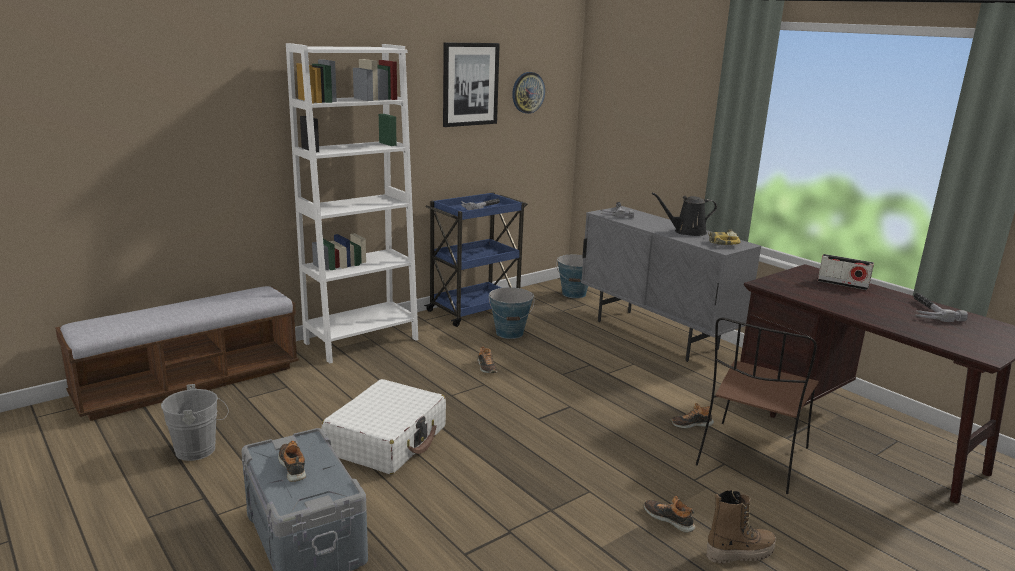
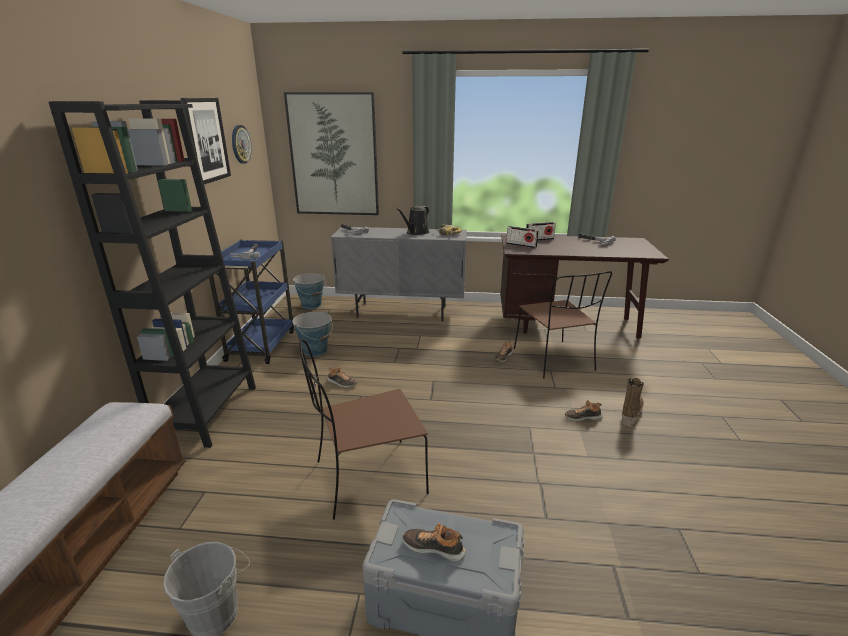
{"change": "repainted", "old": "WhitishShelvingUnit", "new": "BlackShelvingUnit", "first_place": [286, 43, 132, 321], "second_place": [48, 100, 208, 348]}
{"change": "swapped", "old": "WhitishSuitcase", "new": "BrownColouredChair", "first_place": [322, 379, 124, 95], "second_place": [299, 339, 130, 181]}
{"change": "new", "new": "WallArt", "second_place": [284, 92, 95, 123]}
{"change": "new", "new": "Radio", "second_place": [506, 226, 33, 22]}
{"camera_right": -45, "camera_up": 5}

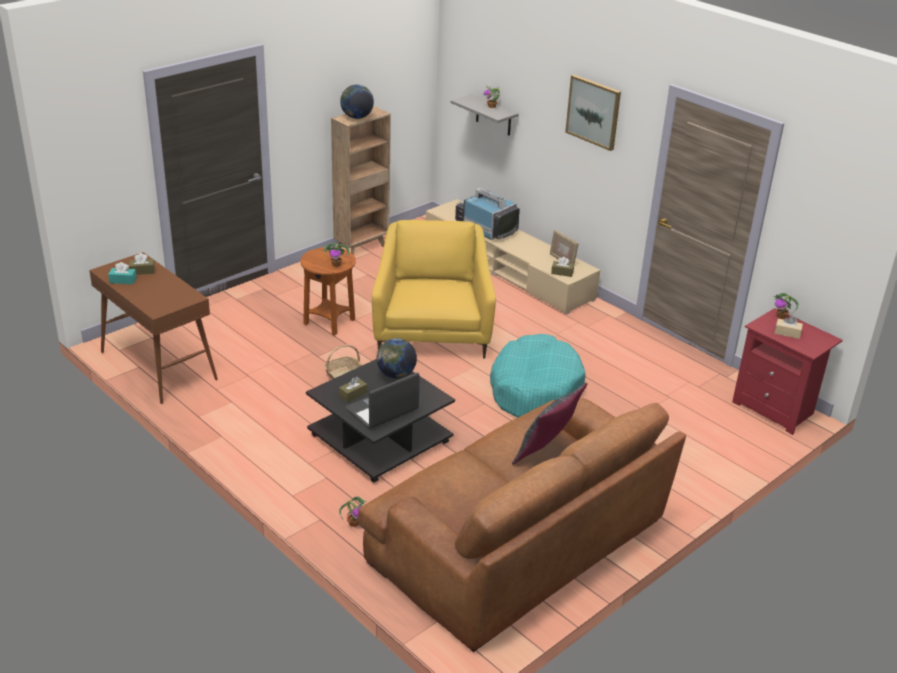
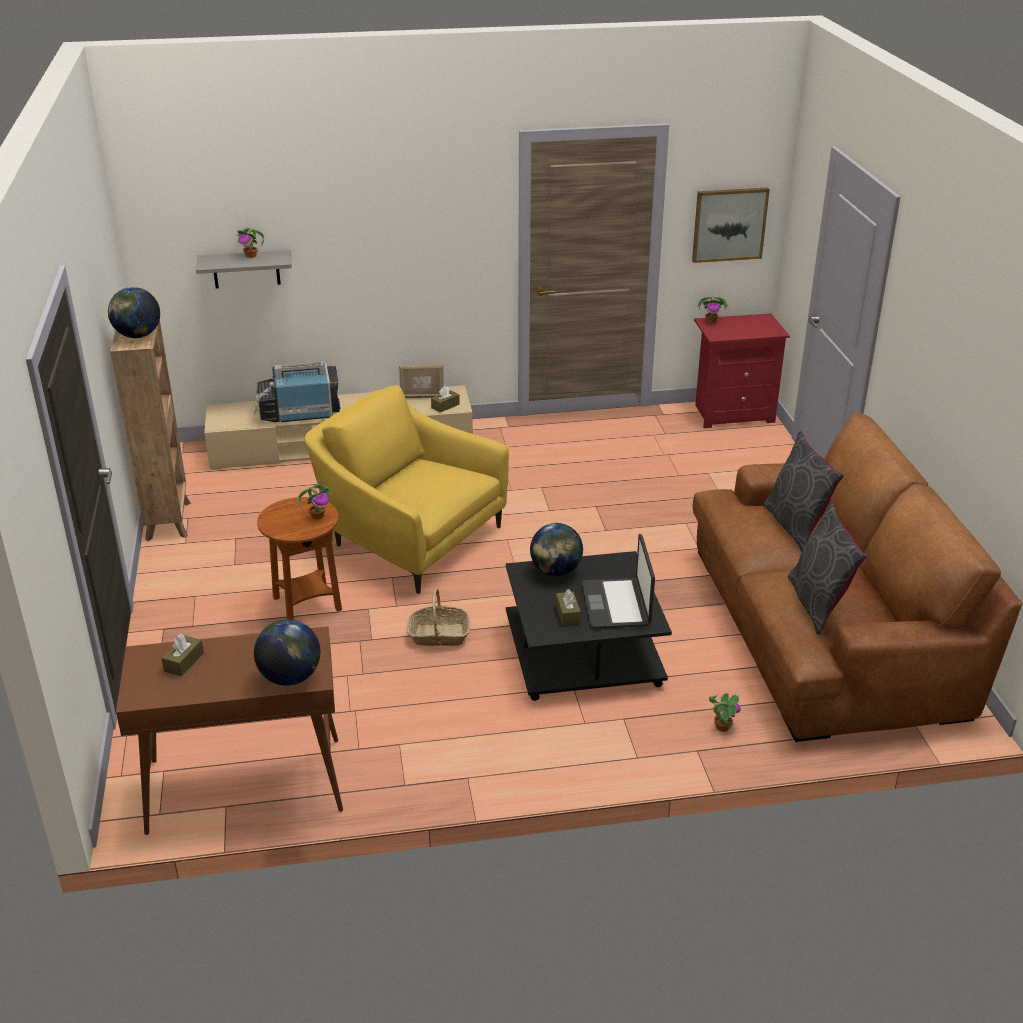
{"change": "shifted", "old": "WallArt", "first_place": [565, 75, 56, 76], "second_place": [692, 188, 78, 75]}
{"change": "gone", "old": "TurquoiseColouredTissueBox", "first_place": [108, 262, 29, 22]}
{"change": "gone", "old": "SandColouredTissueBox", "first_place": [775, 316, 28, 23]}
{"change": "gone", "old": "TurquoiseColouredPetBed", "first_place": [490, 334, 96, 83]}
{"change": "new", "new": "GreyishCushion", "second_place": [788, 501, 79, 134]}
{"change": "new", "new": "DeskGlobe", "second_place": [254, 619, 67, 67]}
{"camera_right": -55, "camera_up": 0}

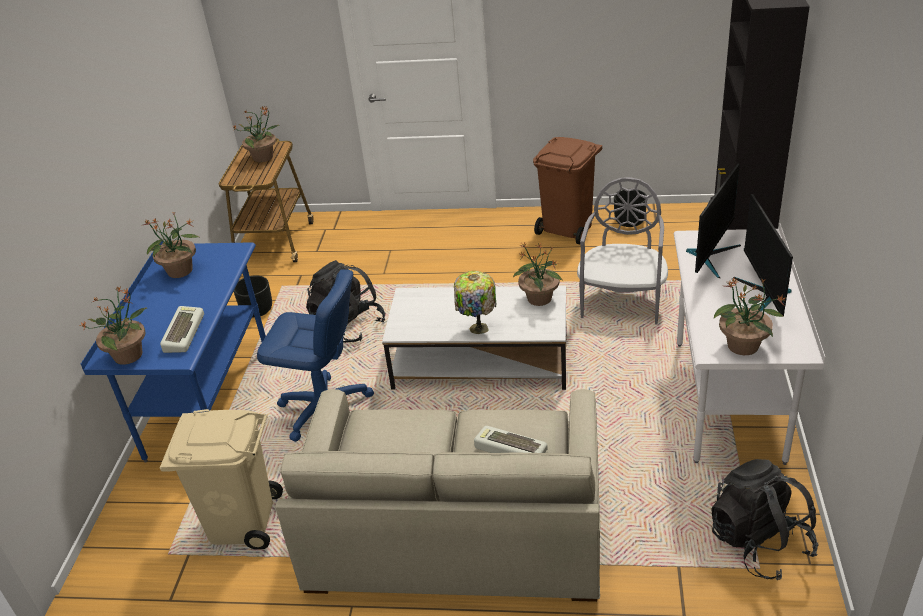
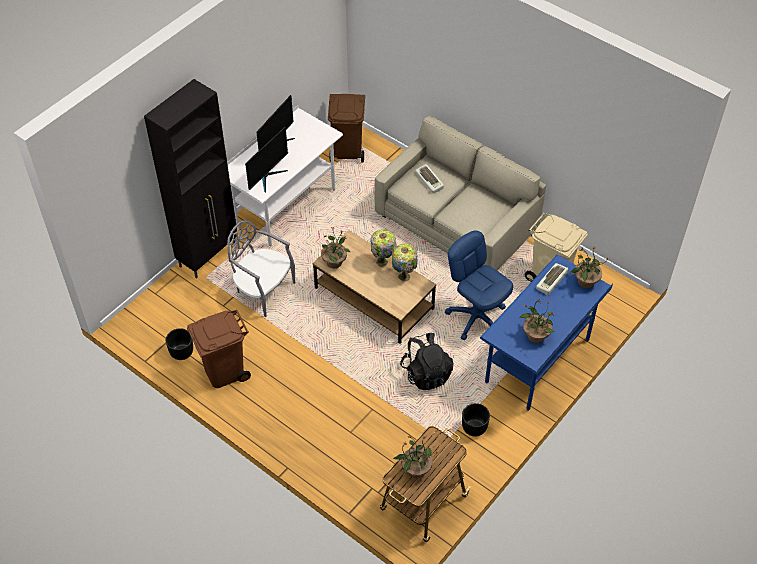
{"change": "rotated", "old": "Monitor", "first_place": [686, 164, 55, 114], "second_place": [245, 127, 43, 65], "degrees": 150}
{"change": "rotated", "old": "GreyishChair", "first_place": [577, 177, 91, 148], "second_place": [227, 220, 68, 97], "degrees": 75}
{"change": "gone", "old": "PlantInAPot", "first_place": [714, 278, 71, 77]}
{"change": "repainted", "old": "WhitishLowTable", "new": "BrownColouredLowTable", "first_place": [382, 286, 184, 104], "second_place": [313, 230, 123, 114]}
{"change": "swapped", "old": "BlackKnapsack", "new": "BrownColouredWasteBin", "first_place": [711, 459, 107, 121], "second_place": [328, 94, 37, 69]}
{"change": "new", "new": "TableLamp", "second_place": [392, 243, 25, 39]}
{"camera_right": -150, "camera_up": 15}

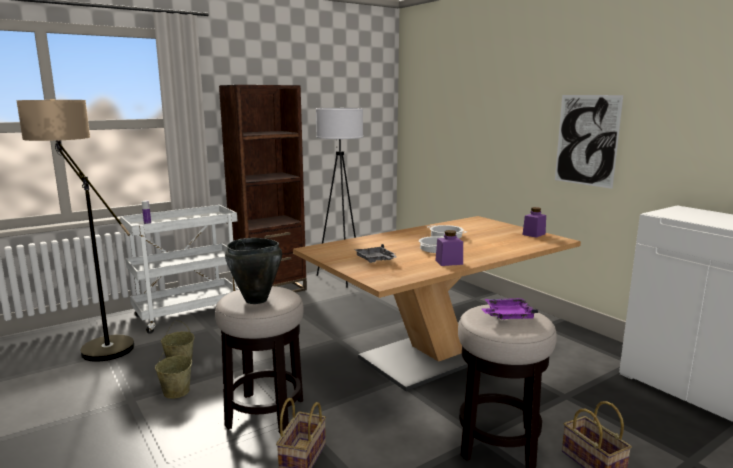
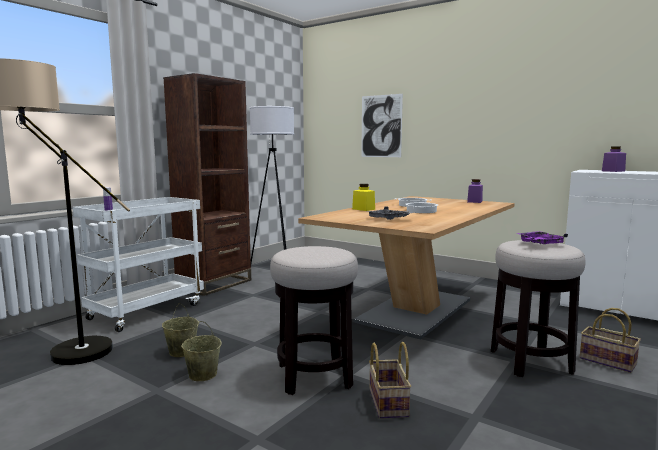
{"change": "shifted", "old": "WallArt", "first_place": [555, 95, 68, 94], "second_place": [361, 94, 42, 63]}
{"change": "shifted", "old": "PurpleStorageJar", "first_place": [435, 230, 28, 36], "second_place": [602, 146, 24, 26]}
{"change": "gone", "old": "BlackCookingPot", "first_place": [225, 238, 57, 66]}
{"change": "new", "new": "YellowStorageJar", "second_place": [352, 184, 23, 27]}
{"camera_right": -20, "camera_up": -5}

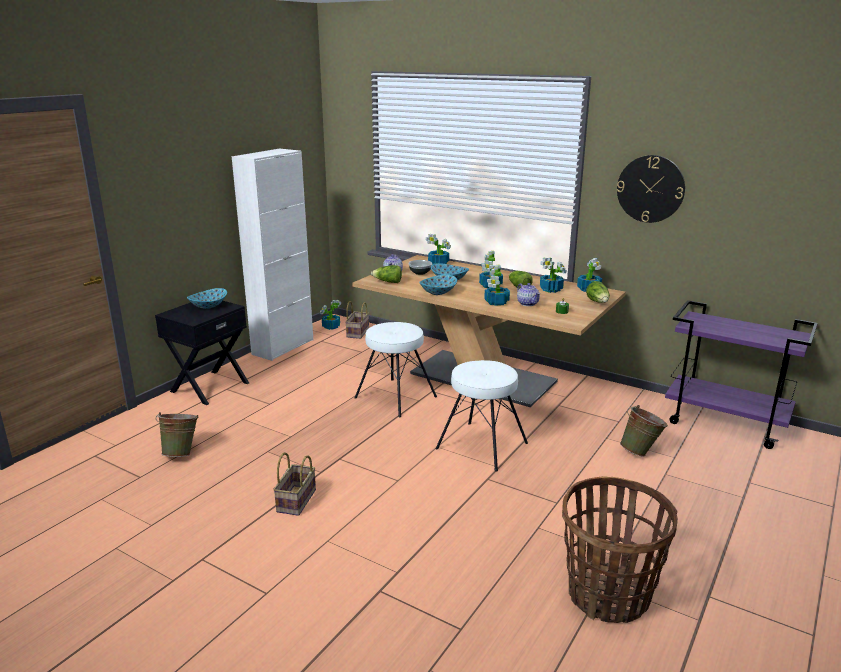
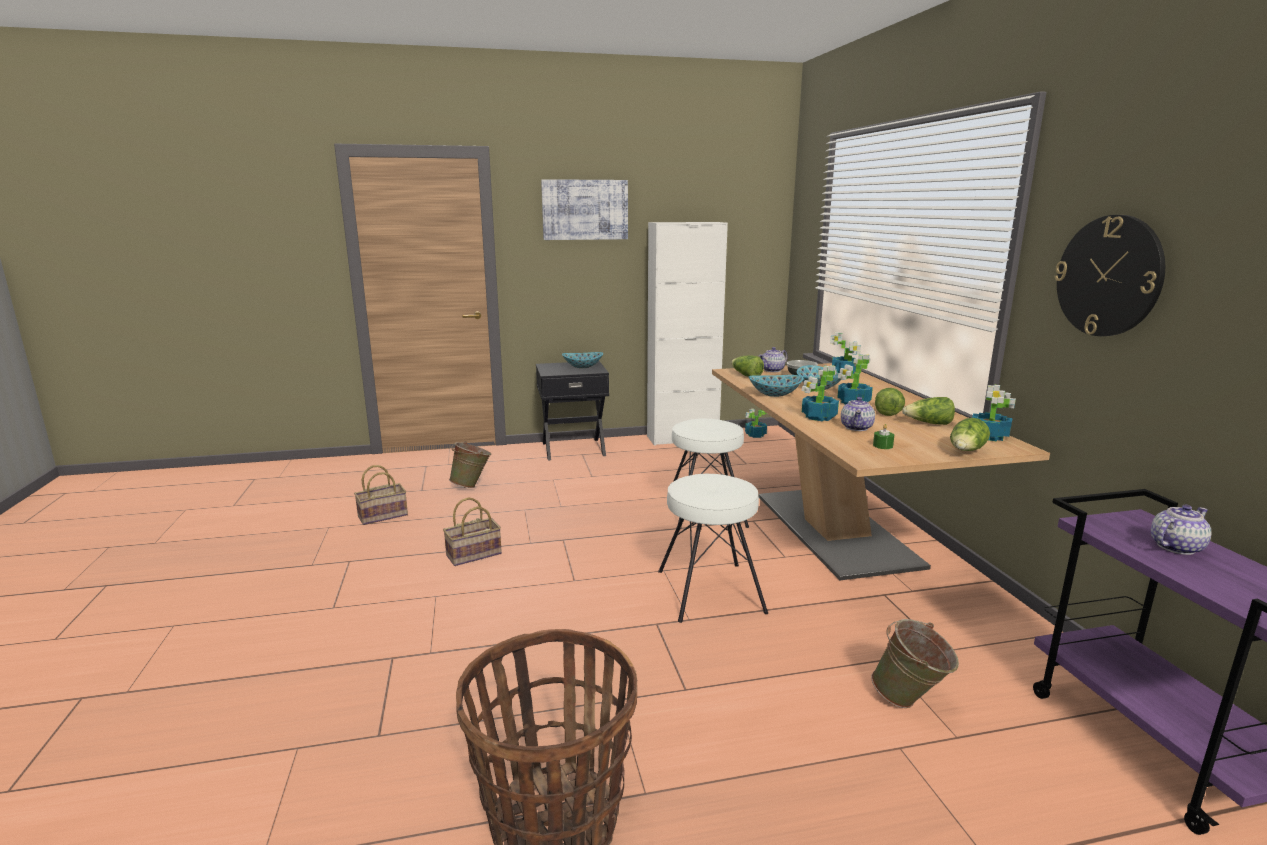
{"change": "swapped", "old": "PlantInAPot", "new": "Lettuce", "first_place": [540, 257, 26, 36], "second_place": [902, 397, 53, 28]}
{"change": "shifted", "old": "HouseholdBasket", "first_place": [345, 301, 24, 38], "second_place": [354, 465, 54, 60]}
{"change": "new", "new": "WallArt", "second_place": [541, 179, 87, 61]}
{"change": "new", "new": "TeaPot", "second_place": [1151, 505, 60, 50]}
{"camera_right": 45, "camera_up": -5}

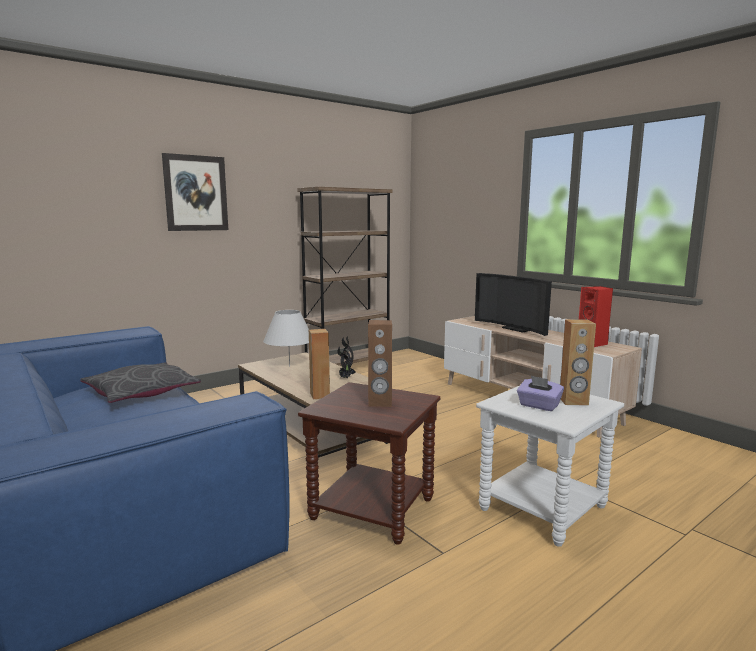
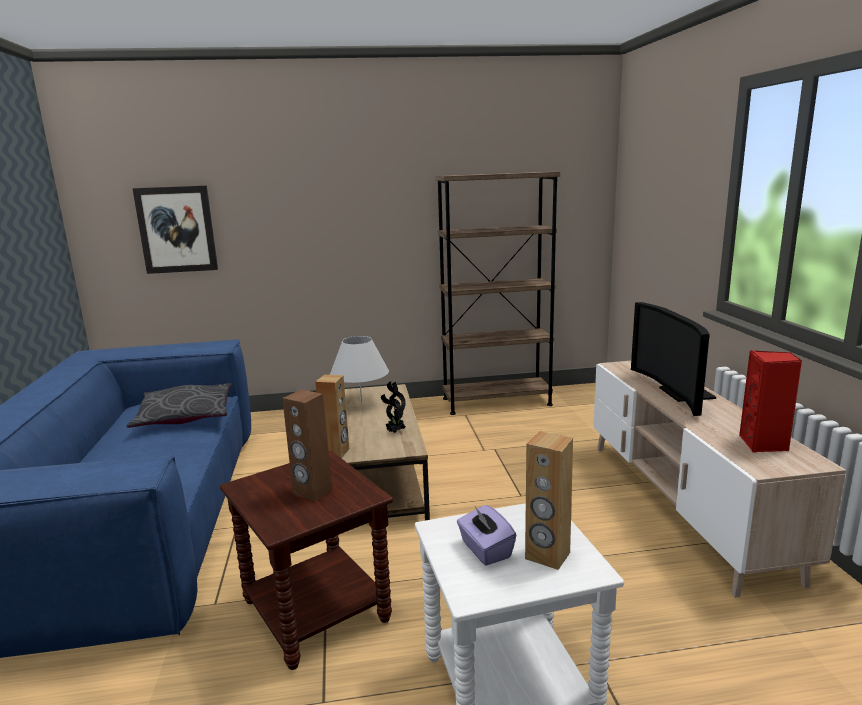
{"change": "shifted", "old": "WallArt", "first_place": [162, 153, 66, 78], "second_place": [132, 186, 86, 88]}
{"camera_right": 30, "camera_up": 5}

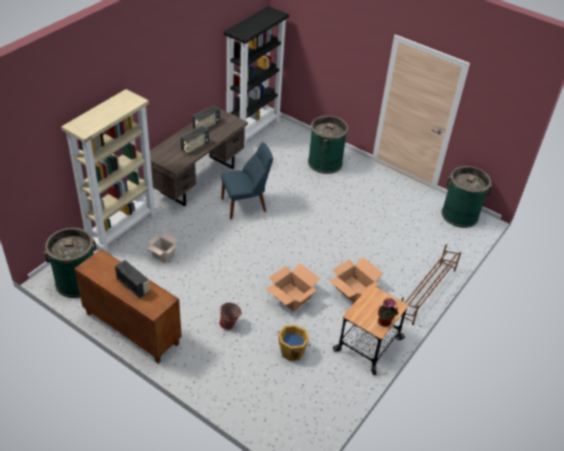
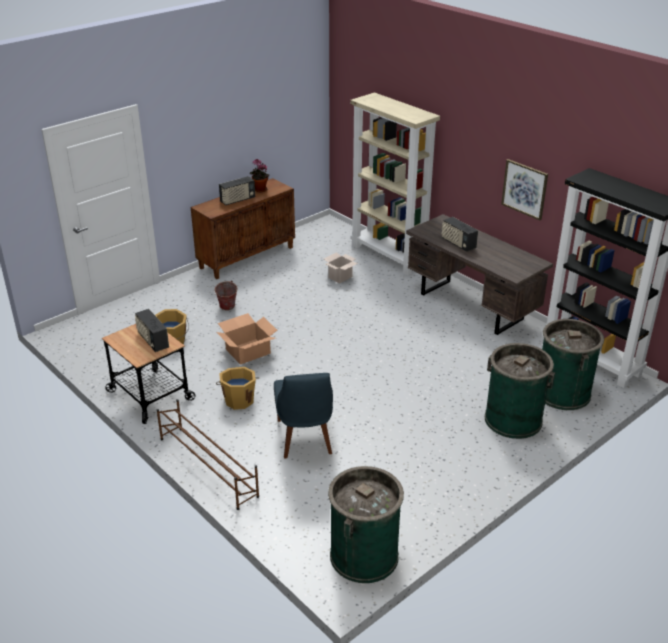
{"change": "shifted", "old": "Radio", "first_place": [192, 105, 28, 24], "second_place": [135, 309, 34, 43]}
{"change": "shifted", "old": "BlueChair", "first_place": [221, 143, 52, 76], "second_place": [274, 373, 59, 85]}
{"change": "shifted", "old": "GreenWasteBin", "first_place": [44, 228, 53, 70], "second_place": [542, 319, 62, 91]}
{"change": "swapped", "old": "PackingBox", "new": "OrangeyWaterBucket", "first_place": [329, 257, 54, 46], "second_place": [216, 367, 43, 43]}
{"change": "shifted", "old": "PlantInAPot", "first_place": [378, 298, 21, 29], "second_place": [250, 159, 19, 33]}
{"change": "new", "new": "WallArt", "second_place": [501, 159, 47, 61]}
{"camera_right": 105, "camera_up": -10}

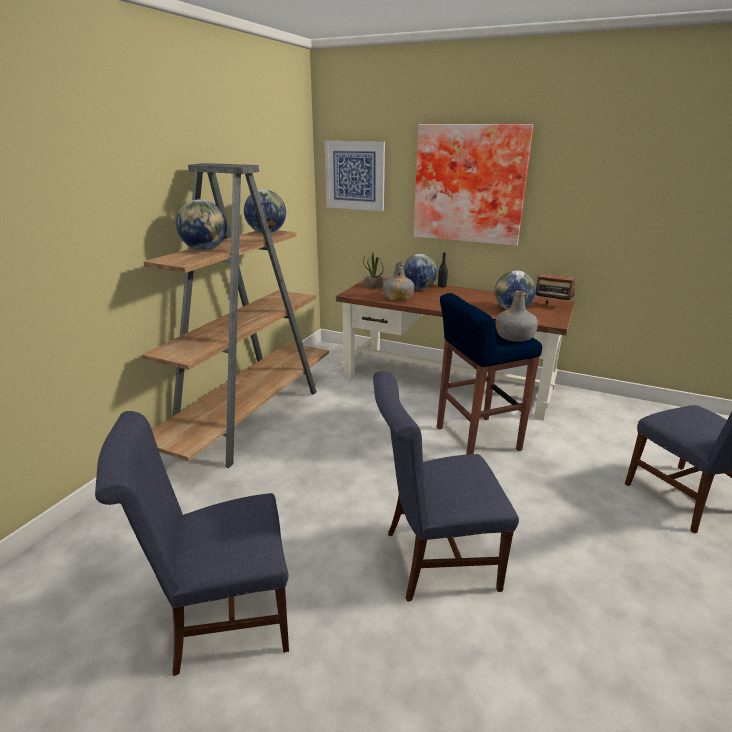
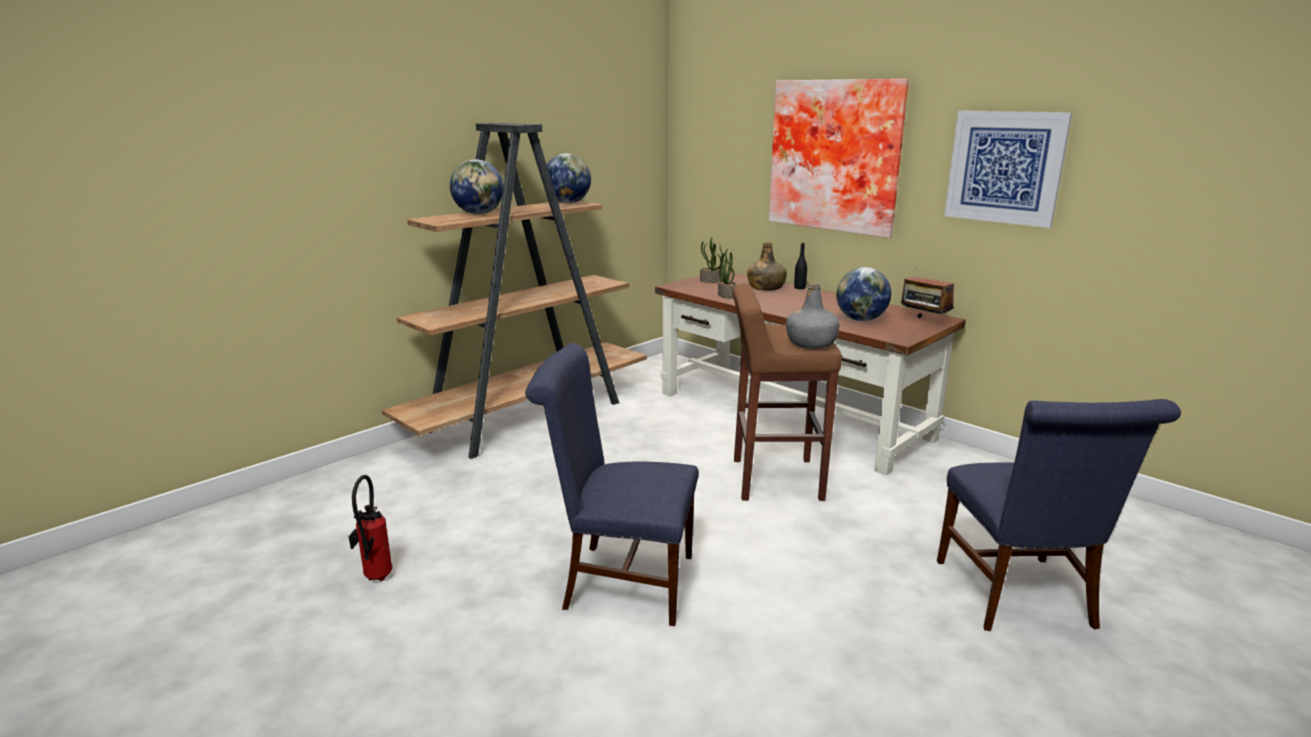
{"change": "shifted", "old": "WallArt", "first_place": [325, 141, 60, 70], "second_place": [944, 111, 128, 117]}
{"change": "swapped", "old": "DeskGlobe", "new": "GreenBeverageBottle", "first_place": [403, 254, 35, 36], "second_place": [747, 242, 40, 49]}
{"change": "swapped", "old": "GreyishBeverageBottle", "new": "PlantInAPot", "first_place": [383, 261, 31, 40], "second_place": [717, 249, 19, 50]}
{"change": "repainted", "old": "BlueStool", "new": "BrownColouredStool", "first_place": [437, 293, 105, 162], "second_place": [733, 283, 109, 218]}
{"change": "swapped", "old": "BlueChair", "new": "Extinguisher", "first_place": [95, 411, 194, 265], "second_place": [349, 475, 43, 106]}
{"camera_right": 20, "camera_up": -5}

